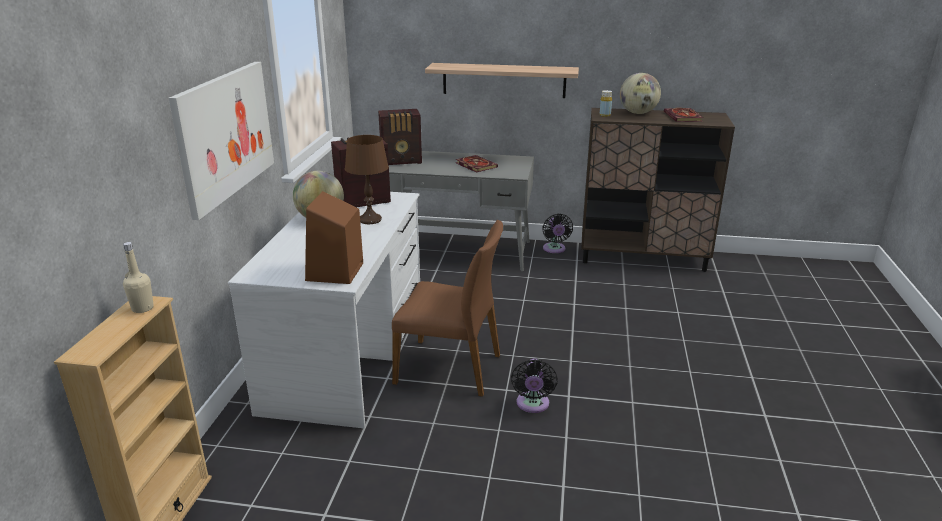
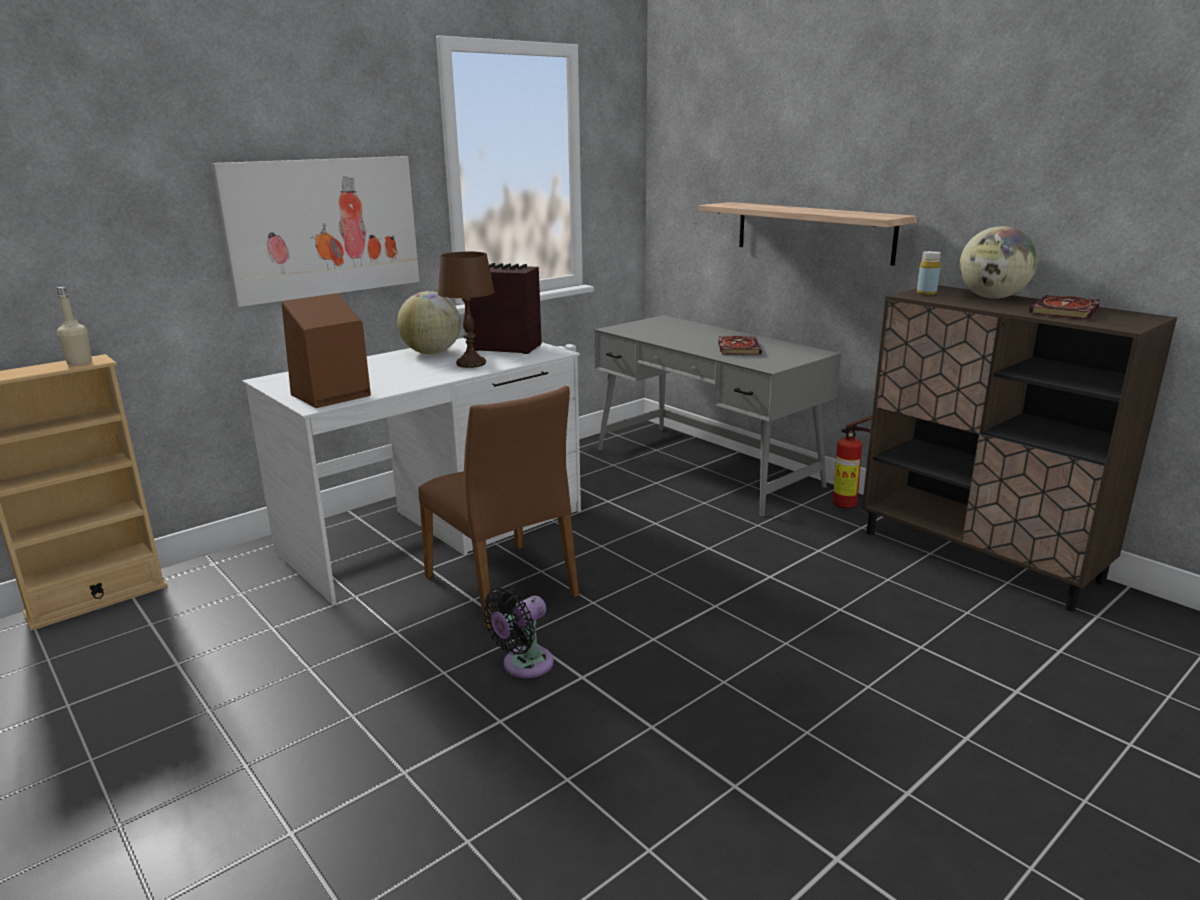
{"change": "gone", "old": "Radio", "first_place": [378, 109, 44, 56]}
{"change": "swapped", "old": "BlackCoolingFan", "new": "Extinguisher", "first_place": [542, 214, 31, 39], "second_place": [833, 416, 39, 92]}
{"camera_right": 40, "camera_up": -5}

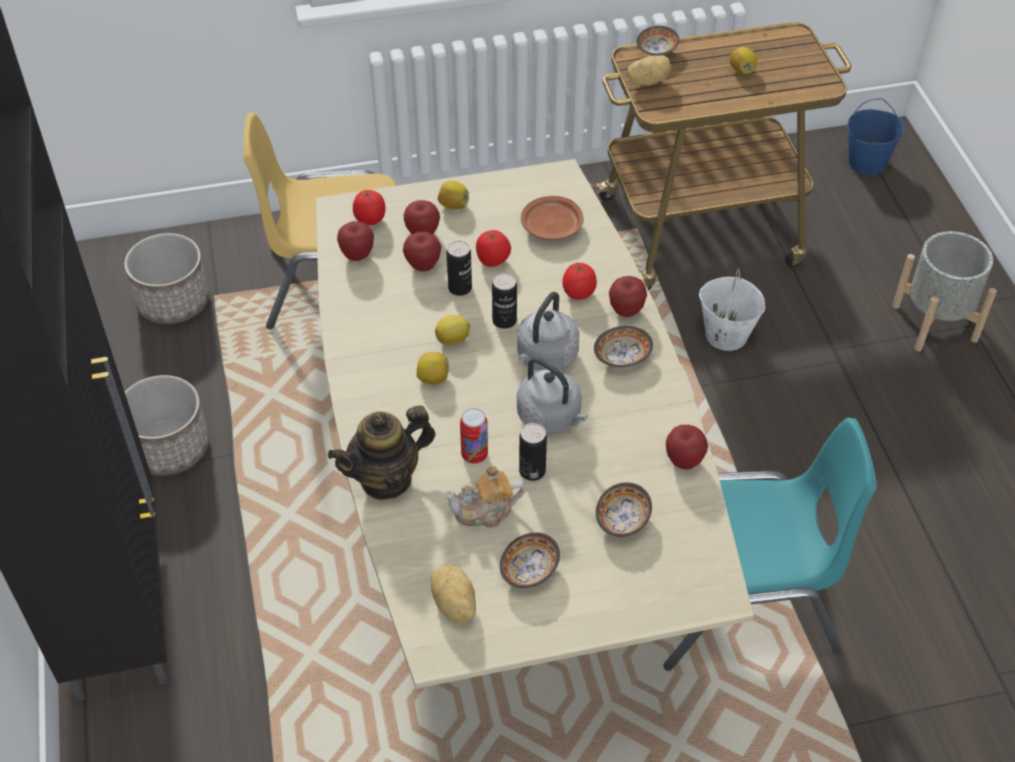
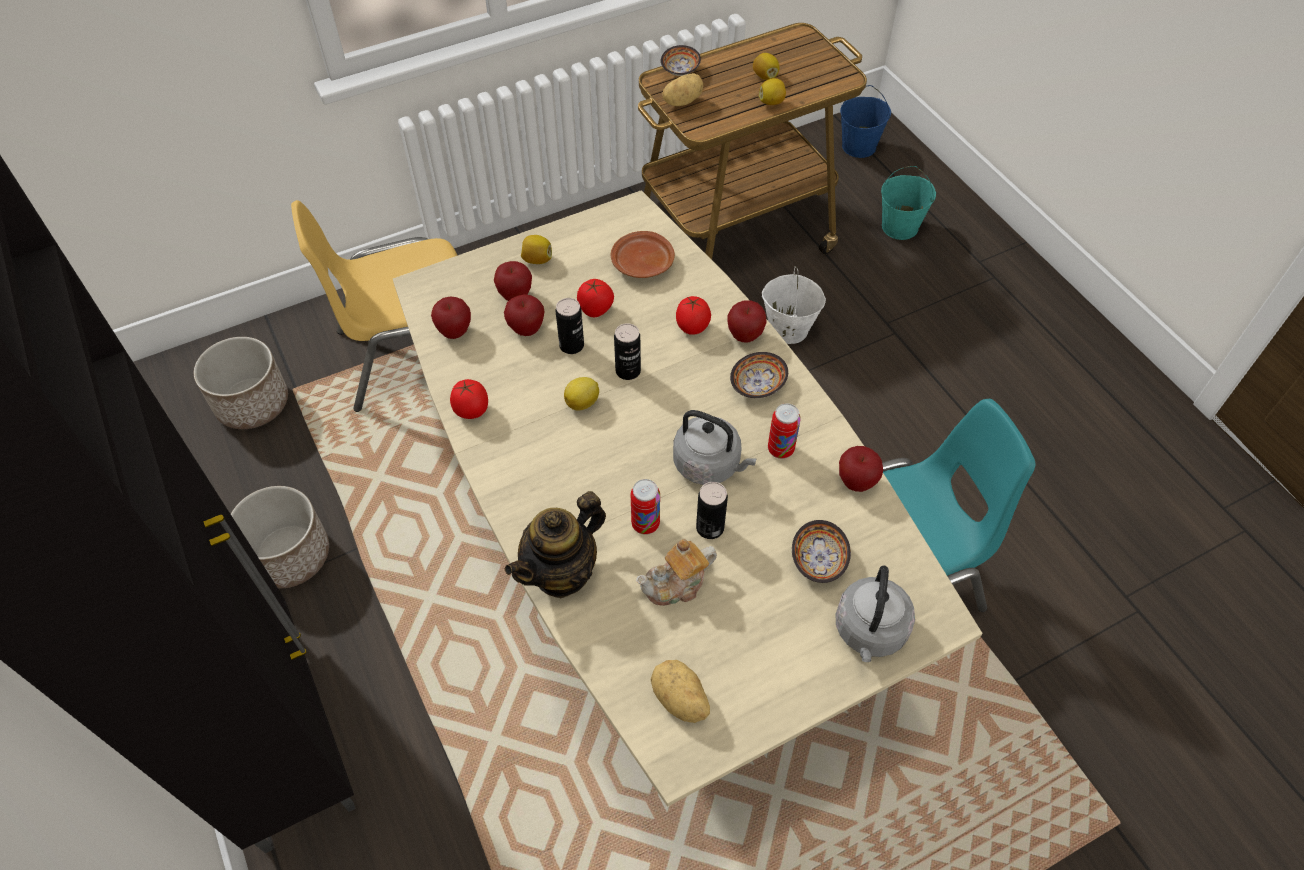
{"change": "shifted", "old": "WholeTomato", "first_place": [353, 190, 32, 35], "second_place": [450, 379, 38, 40]}
{"change": "gone", "old": "GreyishPlanter", "first_place": [892, 231, 105, 120]}
{"change": "shifted", "old": "GreyishTeaKettle", "first_place": [517, 292, 62, 78], "second_place": [835, 566, 80, 96]}
{"change": "shifted", "old": "CitrusFruit", "first_place": [416, 352, 33, 32], "second_place": [759, 78, 27, 27]}
{"change": "gone", "old": "Bowl", "first_place": [500, 532, 60, 56]}
{"change": "new", "new": "TurquoiseColouredWaterBucket", "second_place": [881, 166, 55, 74]}
{"change": "new", "new": "Can", "second_place": [768, 403, 33, 56]}
{"camera_right": -15, "camera_up": 5}

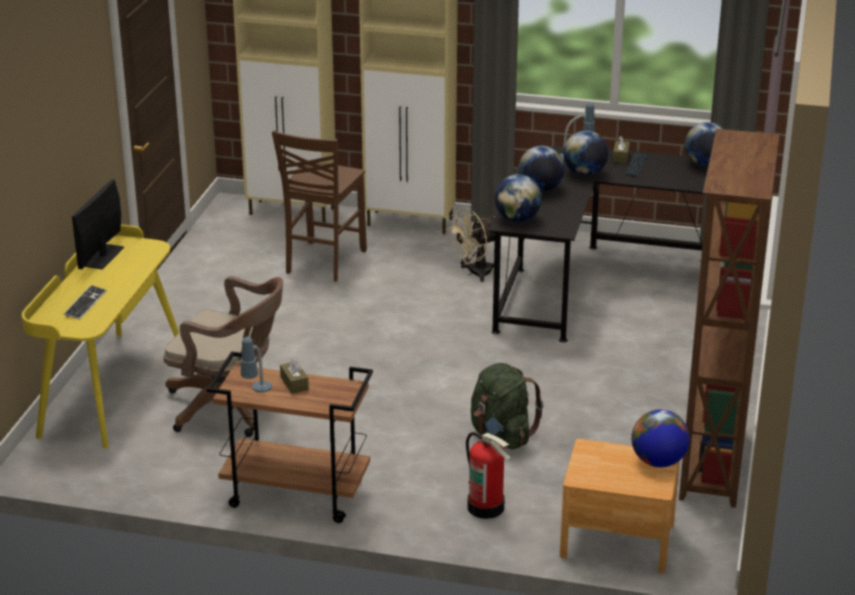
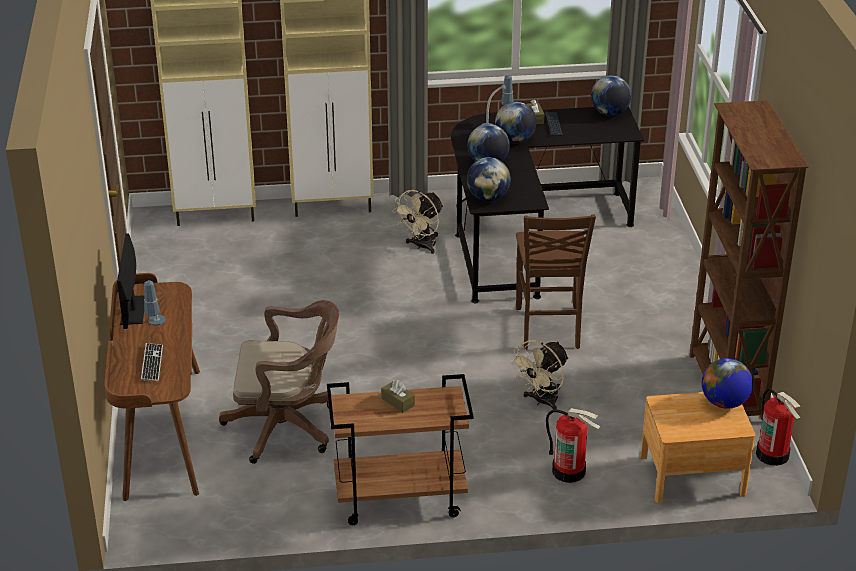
{"change": "shifted", "old": "BrownColouredChair", "first_place": [272, 130, 95, 152], "second_place": [516, 214, 80, 136]}
{"change": "repainted", "old": "YellowDesk", "new": "BrownColouredDesk", "first_place": [22, 225, 157, 224], "second_place": [104, 273, 96, 228]}
{"change": "shifted", "old": "TableLamp", "first_place": [241, 337, 31, 55], "second_place": [144, 280, 22, 46]}
{"change": "swapped", "old": "GreenKnapsack", "new": "SandColouredCoolingFan", "first_place": [471, 363, 72, 87], "second_place": [510, 340, 59, 70]}
{"change": "new", "new": "Extinguisher", "second_place": [756, 388, 45, 78]}
{"camera_right": -20, "camera_up": 5}

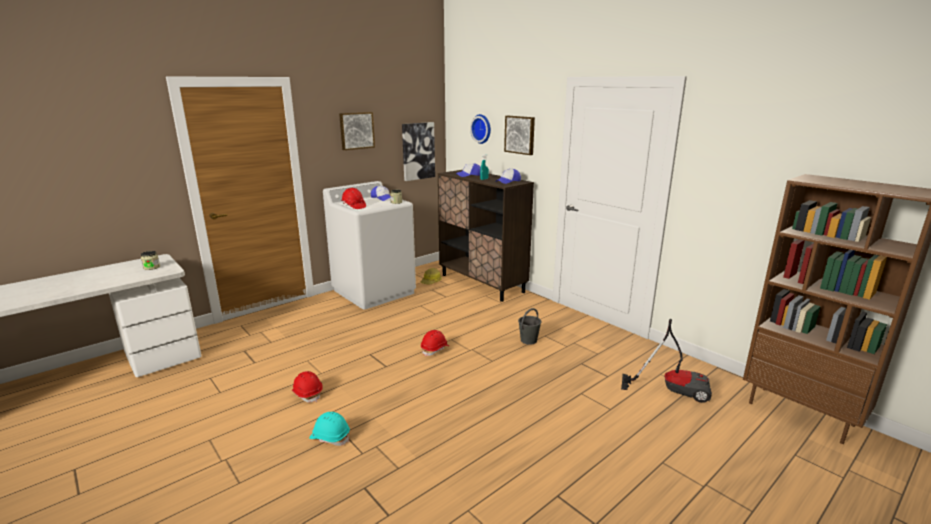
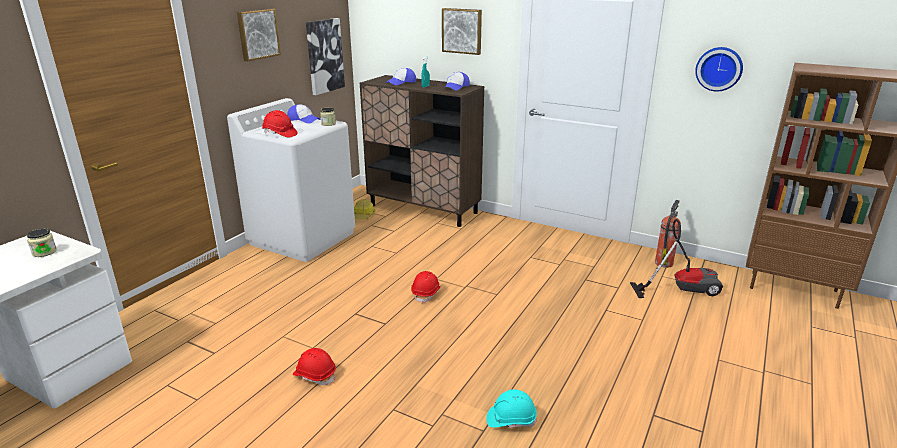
{"change": "shifted", "old": "HangingClock", "first_place": [470, 114, 21, 30], "second_place": [695, 47, 48, 45]}
{"change": "gone", "old": "GreyishWaterBucket", "first_place": [518, 308, 23, 37]}
{"change": "shifted", "old": "TurquoiseColouredHardHat", "first_place": [309, 412, 41, 34], "second_place": [487, 389, 50, 39]}
{"change": "new", "new": "Extinguisher", "second_place": [655, 200, 26, 68]}
{"camera_right": -20, "camera_up": 5}

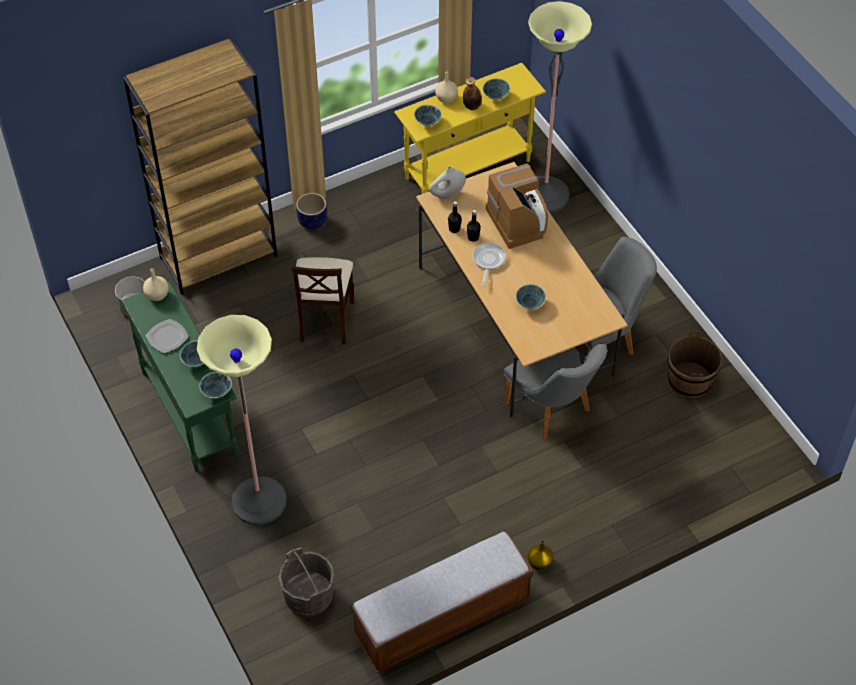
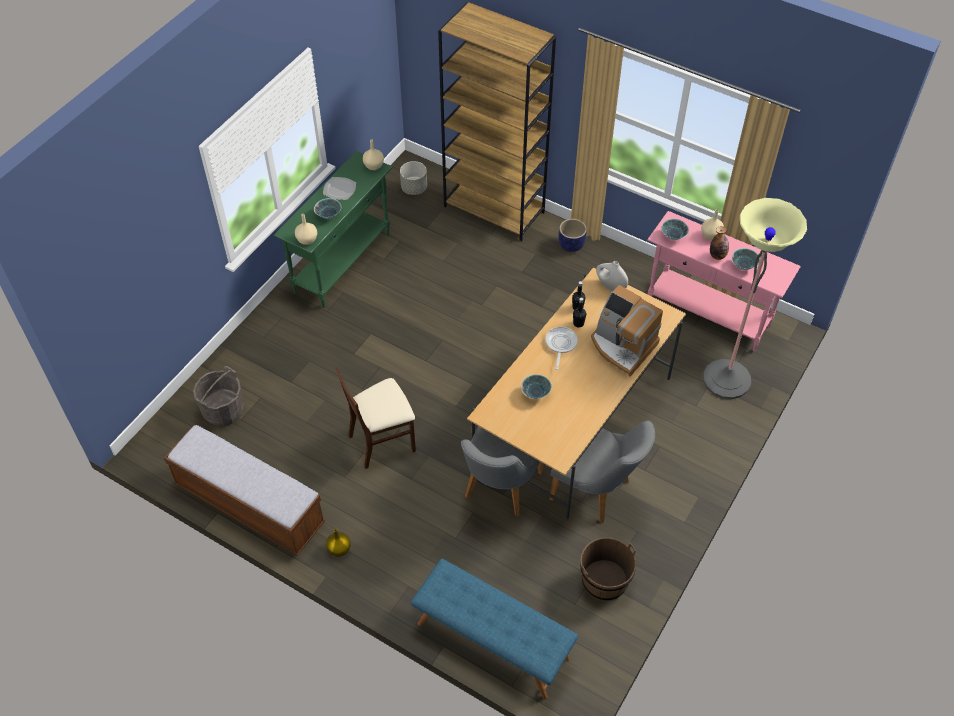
{"change": "repainted", "old": "YellowConsoleTable", "new": "PinkConsoleTable", "first_place": [394, 63, 152, 131], "second_place": [647, 211, 154, 141]}
{"change": "rotated", "old": "CoffeeBrewer", "first_place": [486, 163, 62, 86], "second_place": [591, 285, 72, 92], "degrees": 90}
{"change": "rotated", "old": "FryingPan", "first_place": [472, 243, 34, 43], "second_place": [545, 327, 33, 43], "degrees": -60}
{"change": "shifted", "old": "SandColouredChair", "first_place": [292, 257, 62, 87], "second_place": [336, 368, 80, 101]}
{"change": "gone", "old": "FloorLamp", "first_place": [197, 315, 90, 210]}
{"change": "swapped", "old": "Bowl", "new": "SandColouredFlowerVase", "first_place": [199, 372, 33, 26], "second_place": [295, 214, 22, 31]}
{"change": "new", "new": "BlueBench", "second_place": [411, 559, 167, 141]}
{"camera_right": 60, "camera_up": 0}

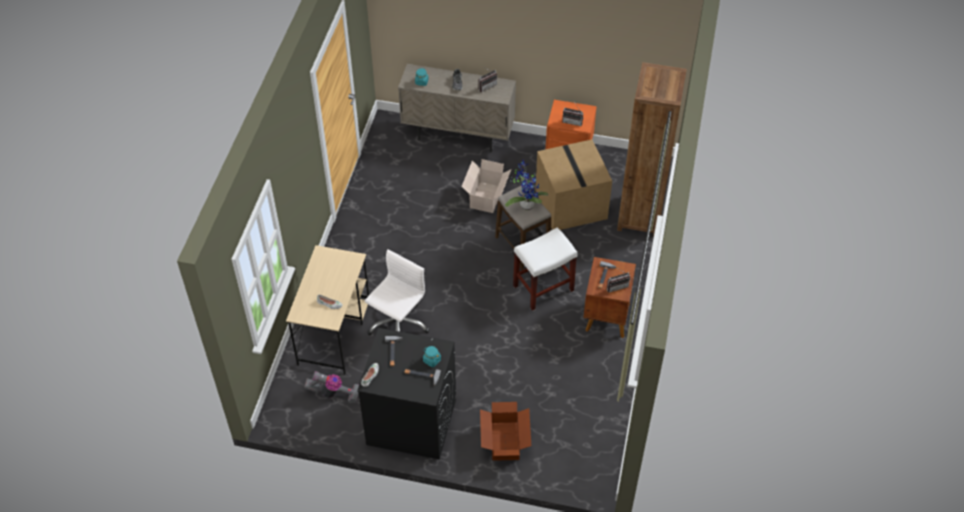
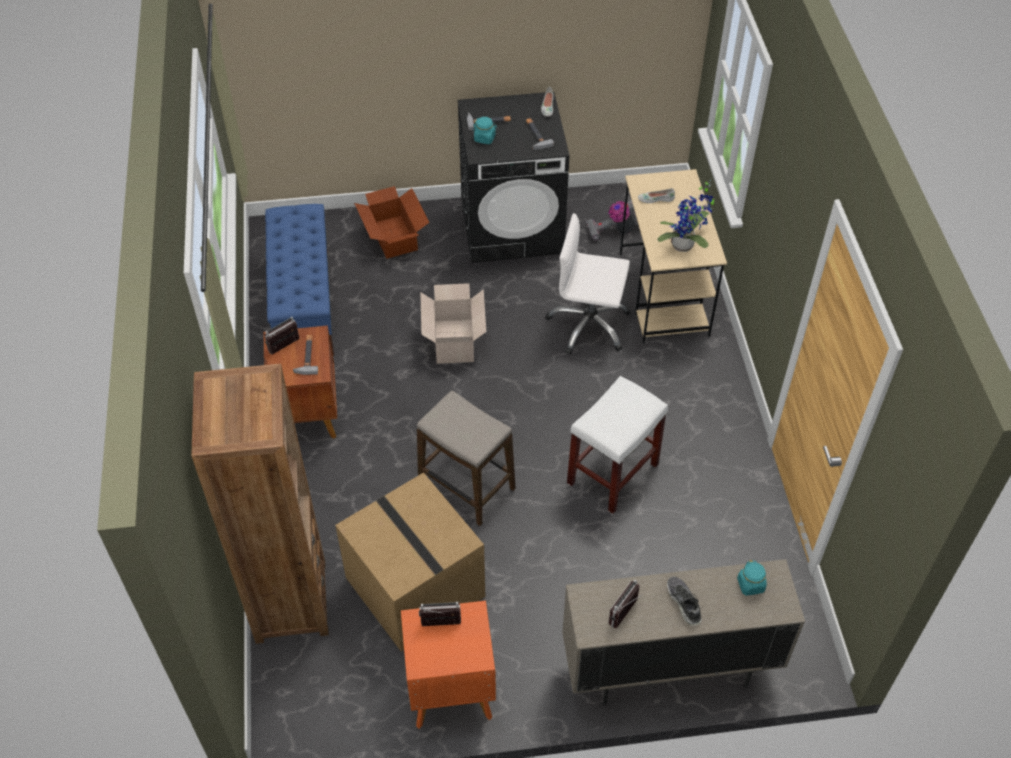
{"change": "shifted", "old": "PackingBox", "first_place": [461, 159, 50, 54], "second_place": [420, 283, 66, 81]}
{"change": "shifted", "old": "PlantInAPot", "first_place": [505, 160, 43, 50], "second_place": [657, 180, 57, 72]}
{"change": "shifted", "old": "WhitishStool", "first_place": [513, 227, 65, 84], "second_place": [567, 376, 101, 138]}
{"change": "rotated", "old": "WhitishDeskChair", "first_place": [365, 249, 64, 87], "second_place": [545, 213, 86, 142], "degrees": 90}
{"change": "new", "new": "BlueBench", "second_place": [265, 204, 69, 152]}
{"camera_right": 160, "camera_up": 0}

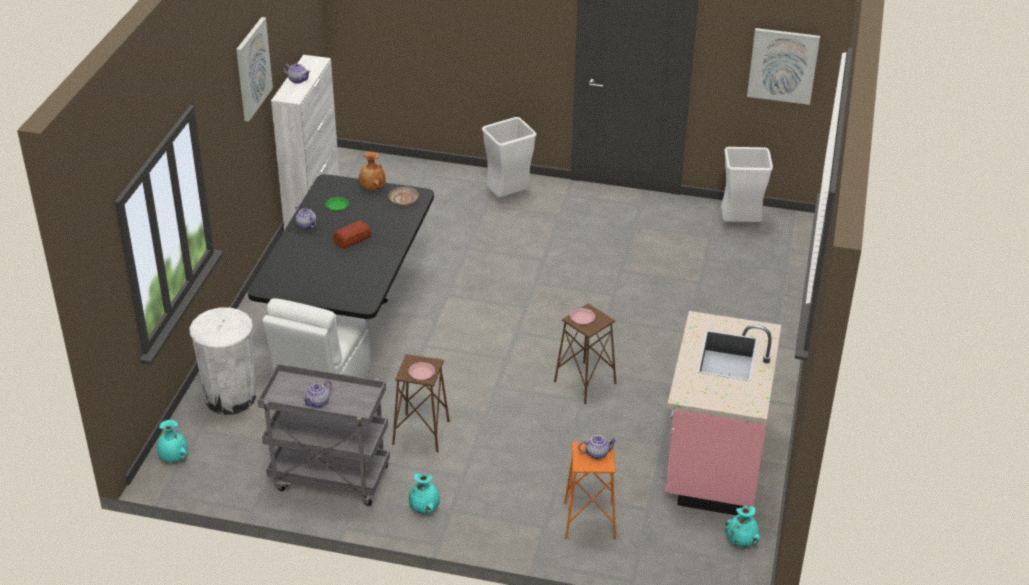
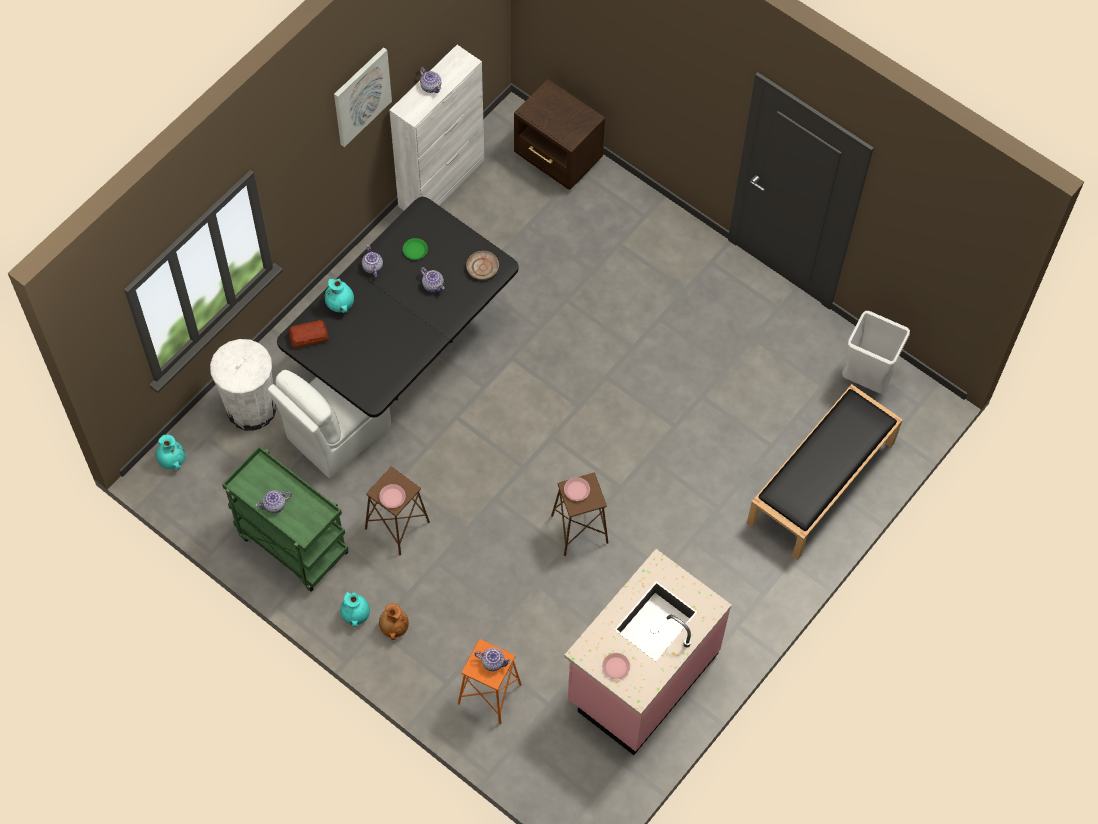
{"change": "gone", "old": "WallArt", "first_place": [747, 28, 73, 77]}
{"change": "gone", "old": "WhitishWasteBin", "first_place": [482, 117, 54, 80]}
{"change": "shifted", "old": "BrownColouredFlowerVase", "first_place": [359, 152, 27, 38], "second_place": [379, 603, 30, 37]}
{"change": "shifted", "old": "BakeryBread", "first_place": [333, 221, 38, 28], "second_place": [289, 320, 40, 28]}
{"change": "repainted", "old": "GreyishCart", "new": "GreenCart", "first_place": [258, 363, 132, 143], "second_place": [222, 446, 126, 146]}
{"change": "shifted", "old": "TurquoiseColouredFlowerVase", "first_place": [725, 505, 35, 42], "second_place": [325, 279, 29, 34]}
{"change": "new", "new": "BrownColouredBedsideTable", "second_place": [514, 79, 91, 111]}
{"change": "new", "new": "TeaPot", "second_place": [420, 267, 25, 25]}
{"change": "new", "new": "BlackBench", "second_place": [747, 384, 156, 176]}
{"change": "new", "new": "PinkPlate", "second_place": [602, 653, 28, 26]}
{"camera_right": 25, "camera_up": 25}

